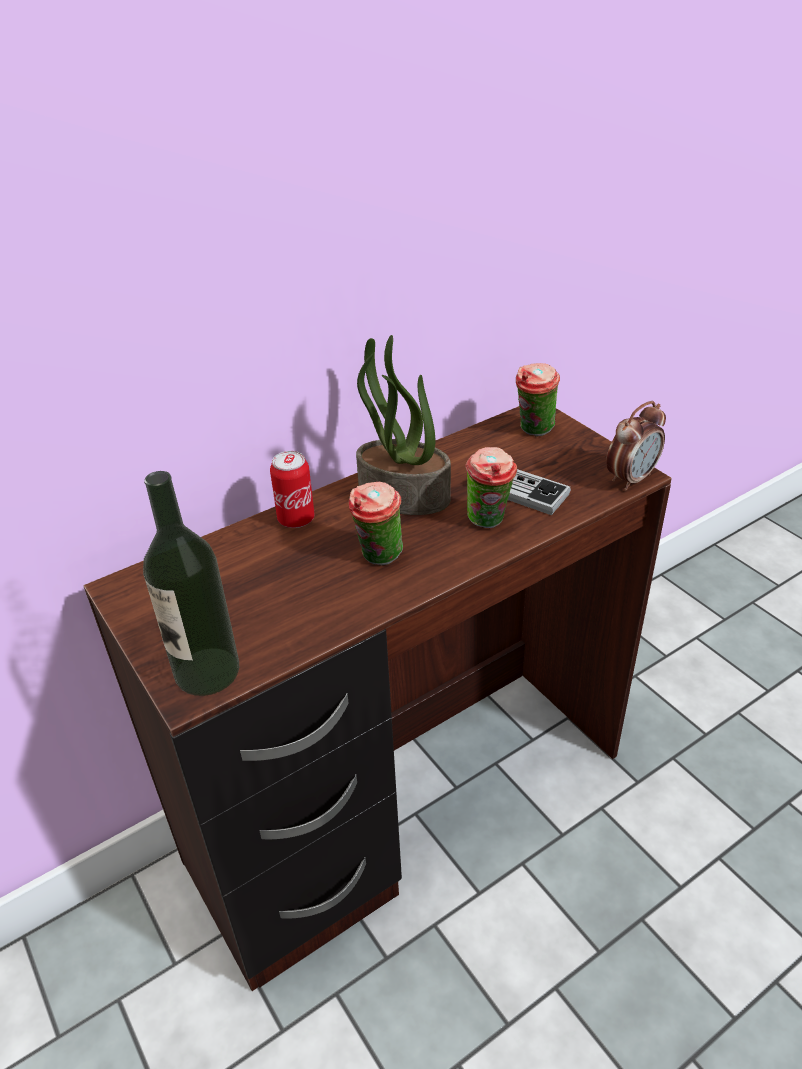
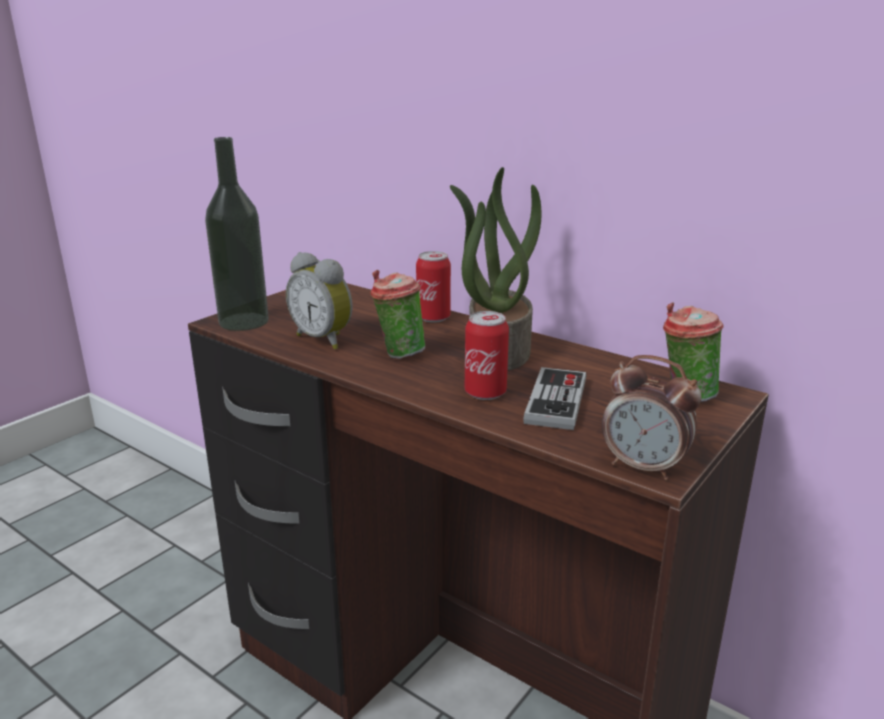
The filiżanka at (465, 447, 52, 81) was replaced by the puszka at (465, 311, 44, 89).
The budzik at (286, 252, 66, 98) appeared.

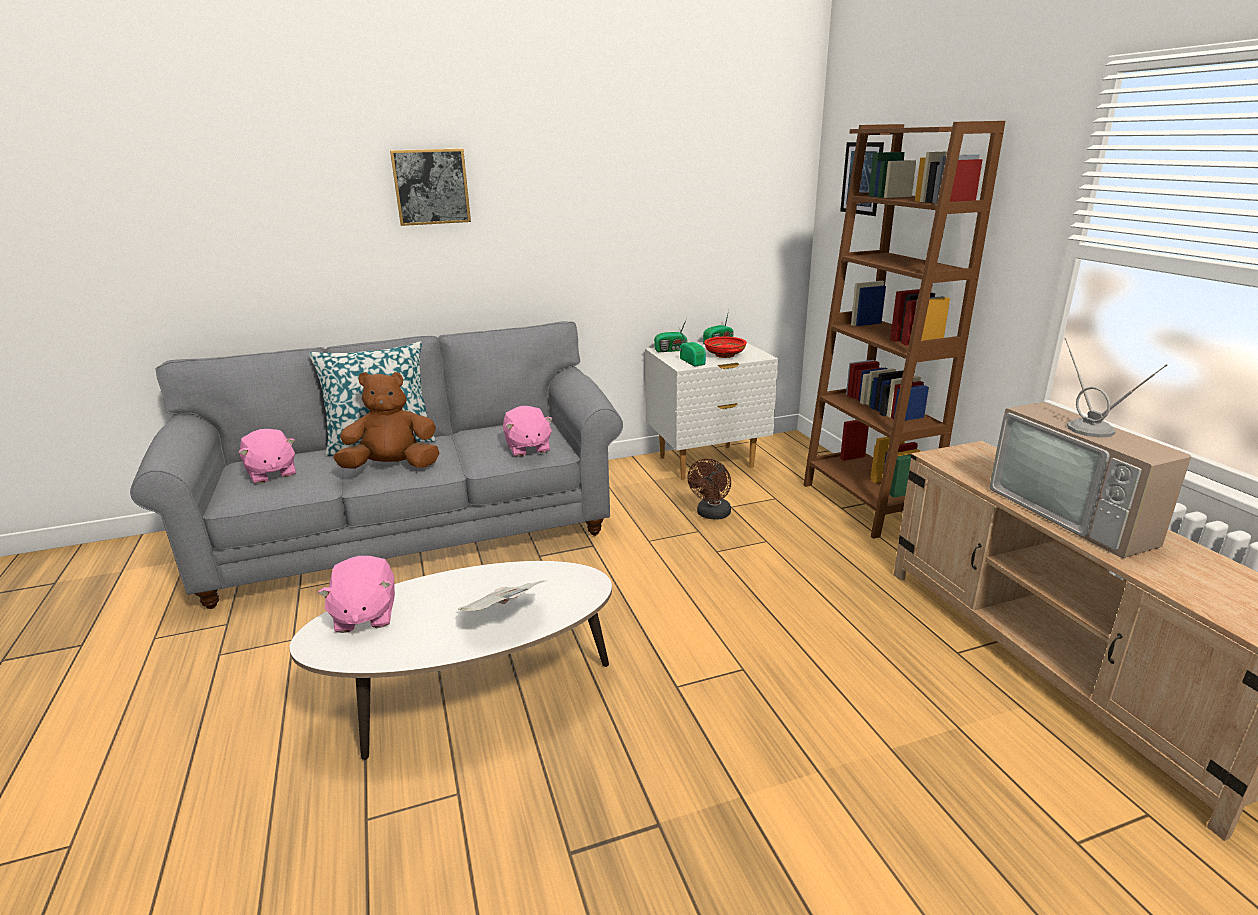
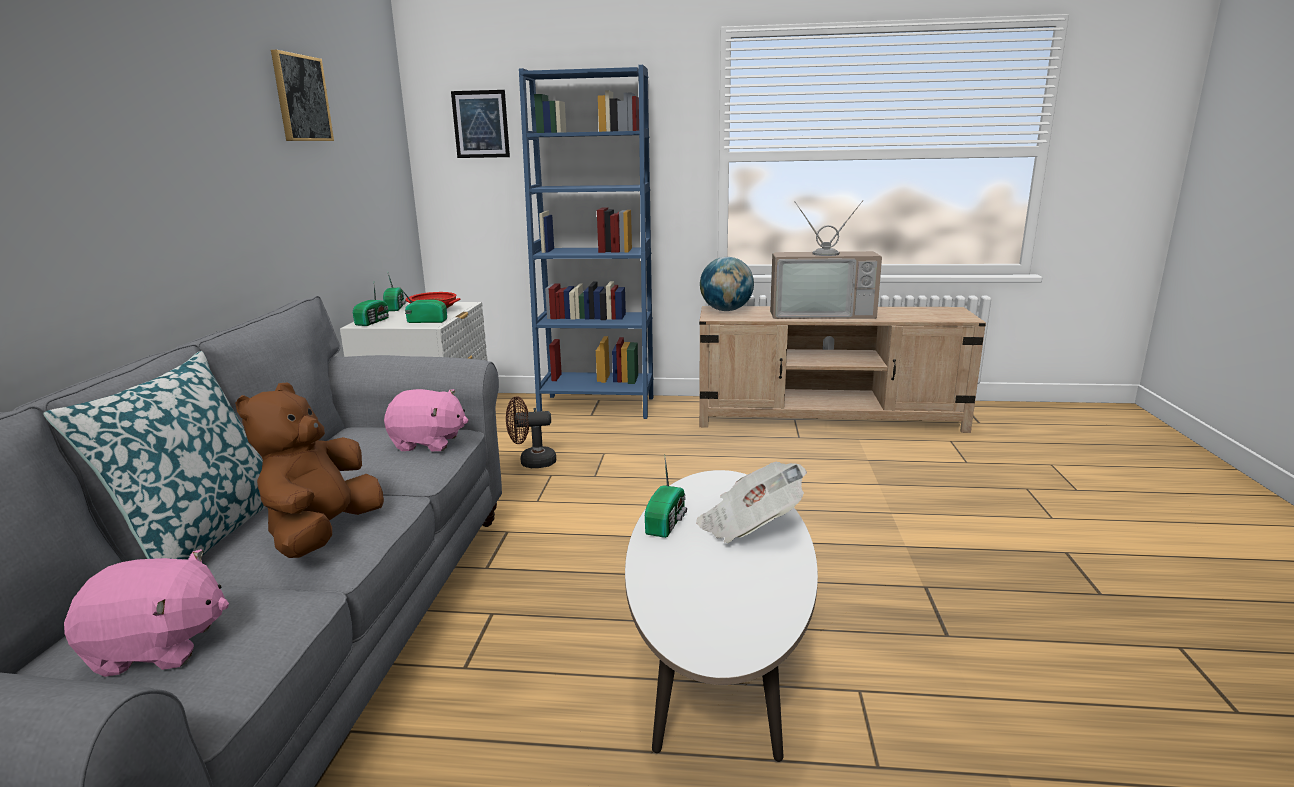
The pluszak (różowy) at (317, 556, 78, 77) disappeared.
The obraz moved from (390, 148, 81, 78) to (271, 50, 63, 91).
The wentylator (brązowy) at (687, 459, 44, 61) turned 120 degrees clockwise.
The regał (brązowy) at (803, 121, 202, 418) became the regał (niebieski) at (519, 65, 135, 354).
The radio at (645, 457, 42, 81) appeared.
The globus at (700, 257, 54, 54) appeared.

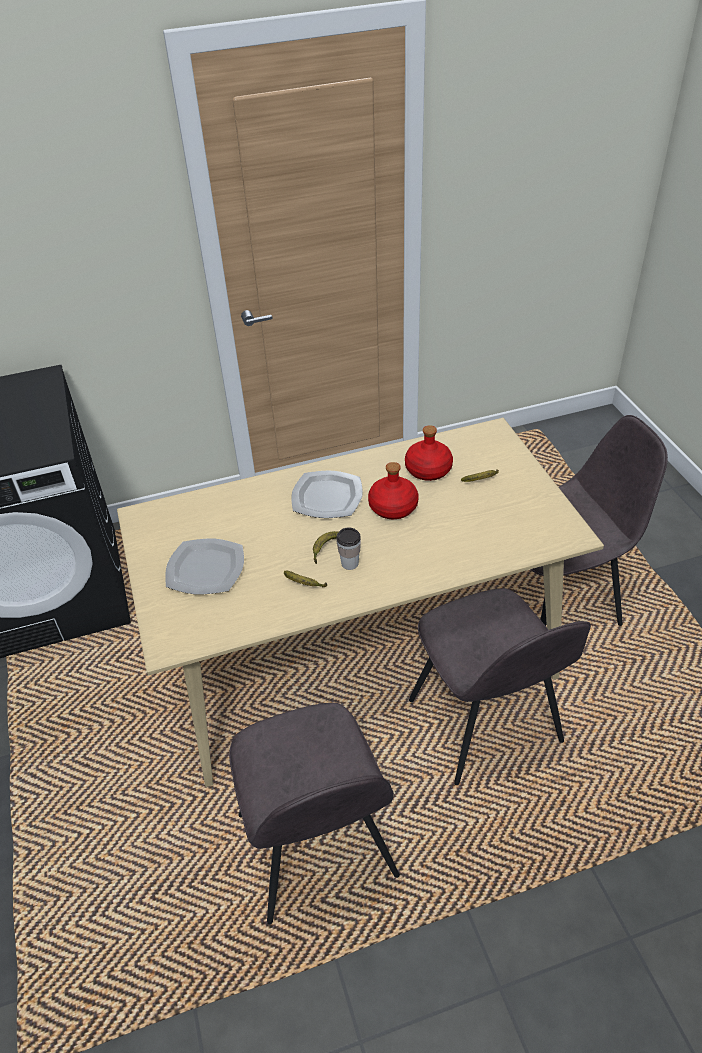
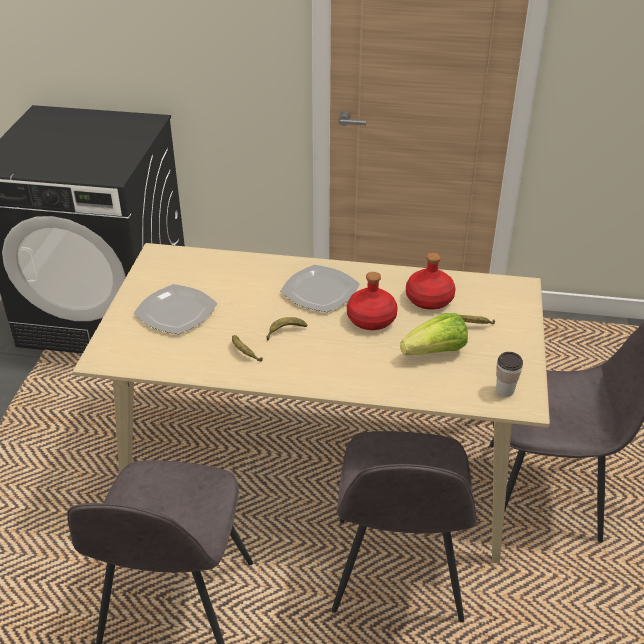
The filiżanka moved from (337, 527, 24, 43) to (496, 352, 27, 45).
The sałata at (400, 313, 68, 42) appeared.

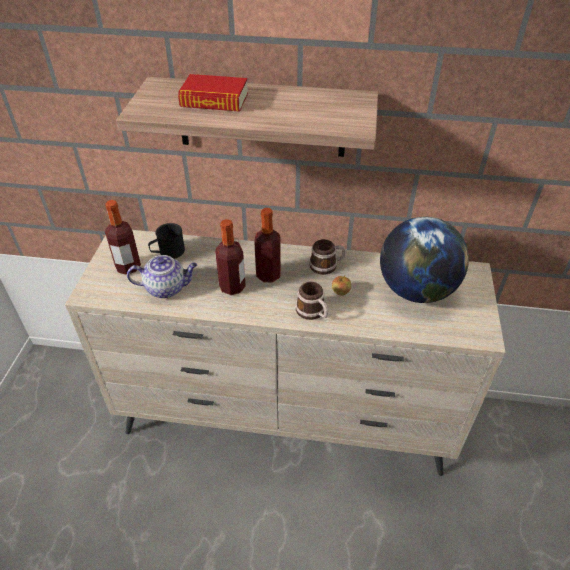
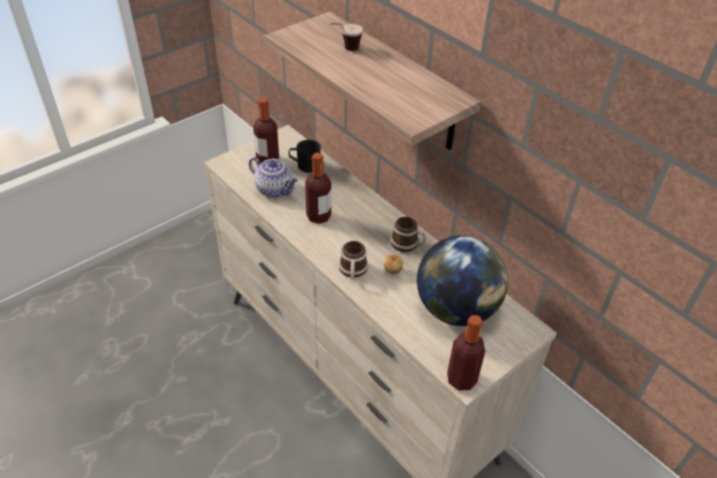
The książka at (178, 74, 70, 38) was replaced by the filiżanka at (330, 23, 33, 28).
The butelka moved from (255, 208, 26, 74) to (447, 315, 38, 75).

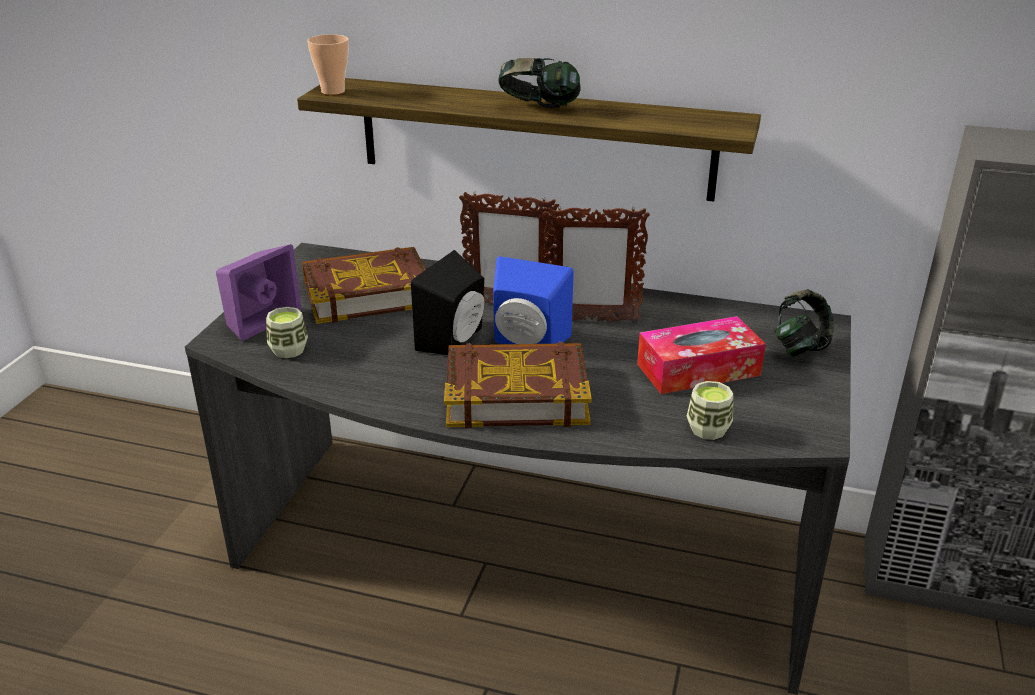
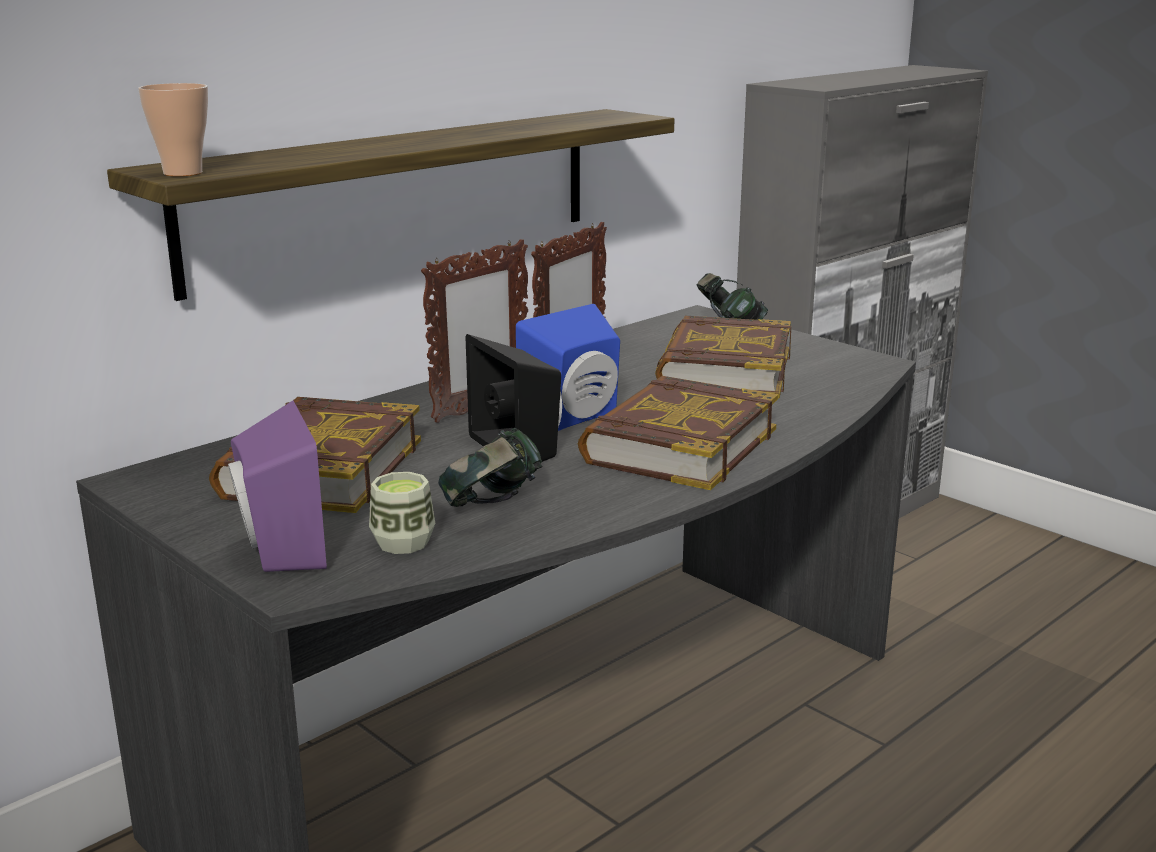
The słuchawki moved from (498, 58, 83, 50) to (438, 428, 105, 79).
The pudełko chusteczek at (637, 316, 129, 78) was replaced by the książka at (655, 316, 136, 82).
The filiżanka at (687, 381, 46, 59) disappeared.

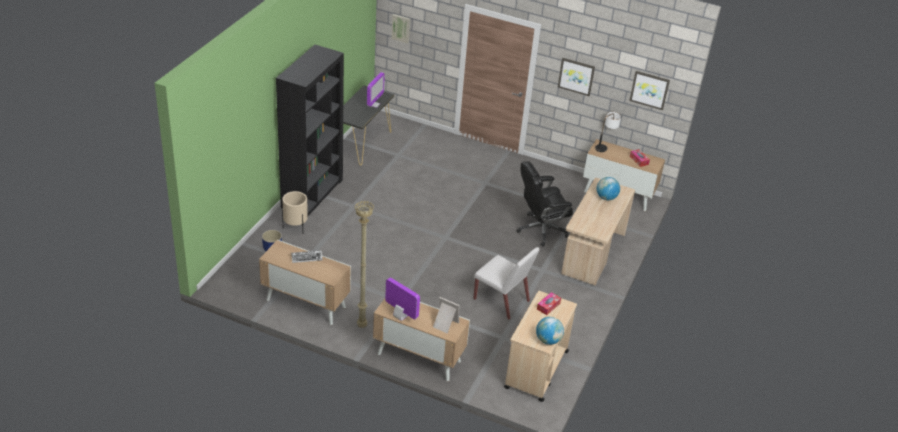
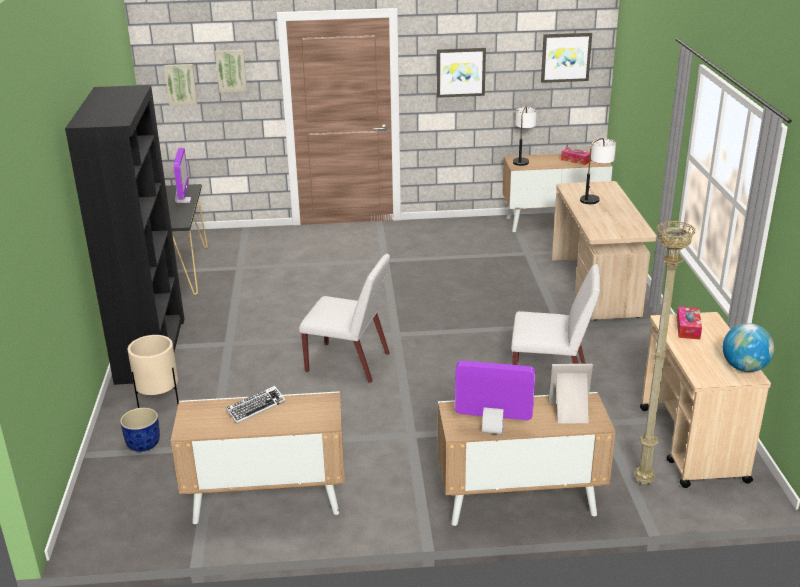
The lampa stojąca (beżowy) moved from (355, 201, 19, 127) to (635, 220, 61, 265).
The krzesło biurowe (czarny) at (516, 161, 57, 86) disappeared.
The globus at (597, 177, 23, 23) was replaced by the lampa stołowa at (580, 138, 36, 66).
The obraz at (215, 50, 32, 42) appeared.
The krzesło (biały) at (299, 254, 91, 129) appeared.

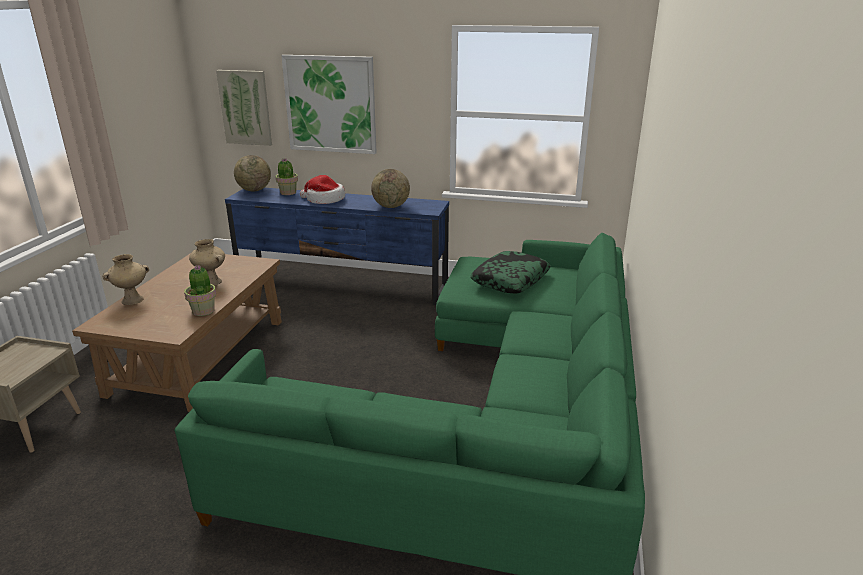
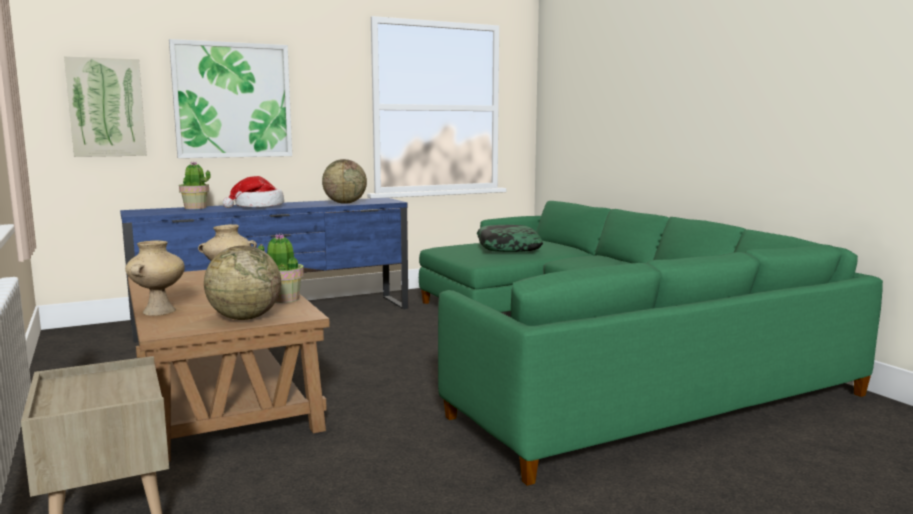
The globus moved from (234, 155, 37, 36) to (204, 246, 77, 74).

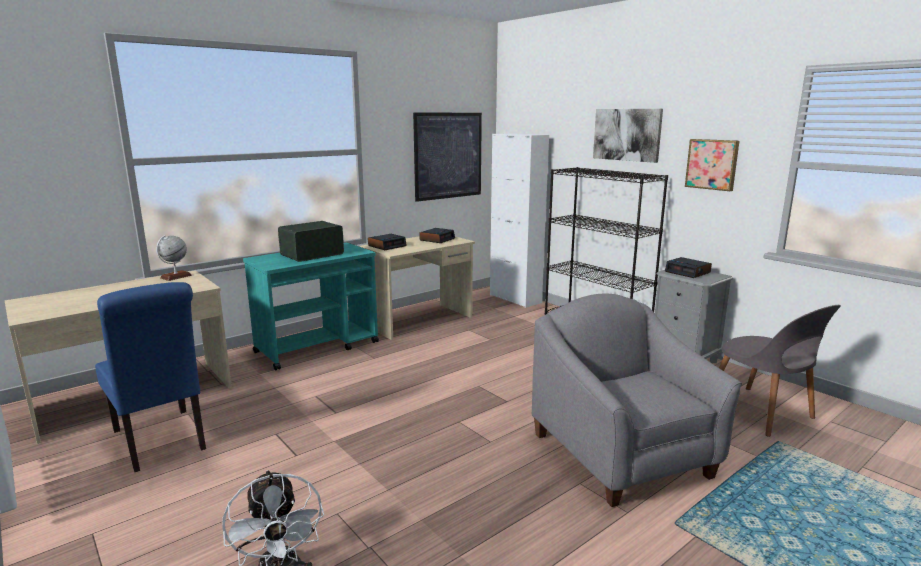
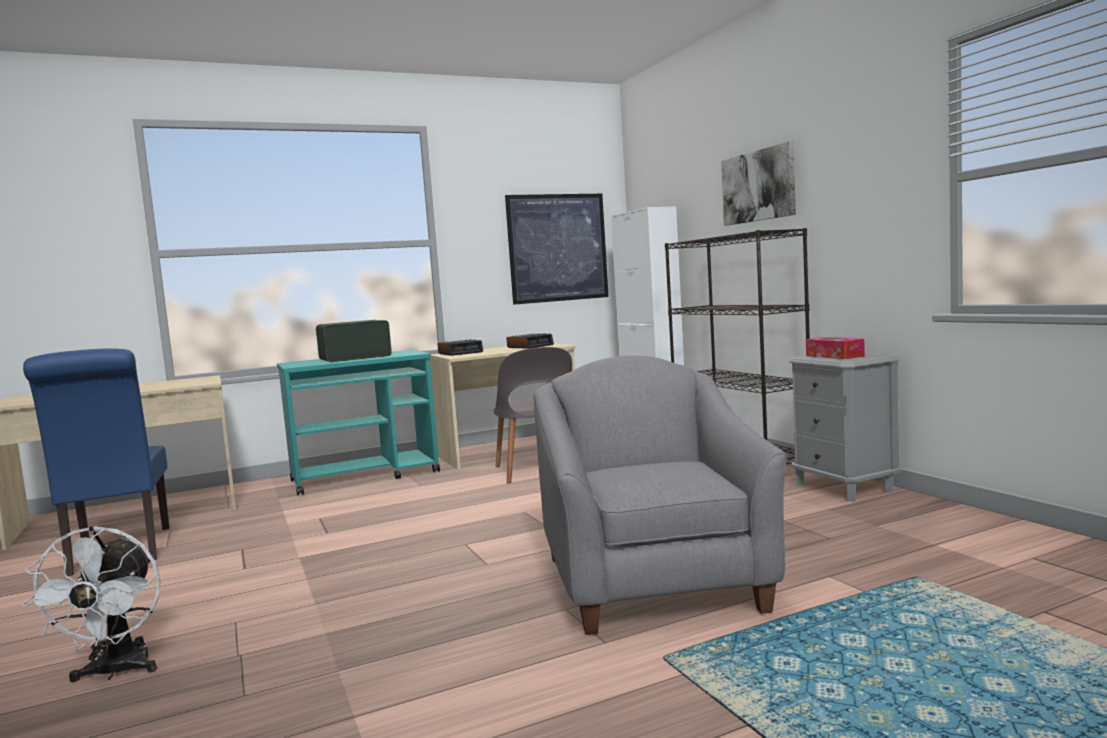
The globus at (156, 235, 36, 46) disappeared.
The budzik at (665, 257, 47, 21) was replaced by the pudełko chusteczek at (806, 337, 59, 22).
The obraz at (685, 139, 54, 52) disappeared.
The krzesło (szary) moved from (719, 305, 122, 132) to (494, 347, 78, 136).

